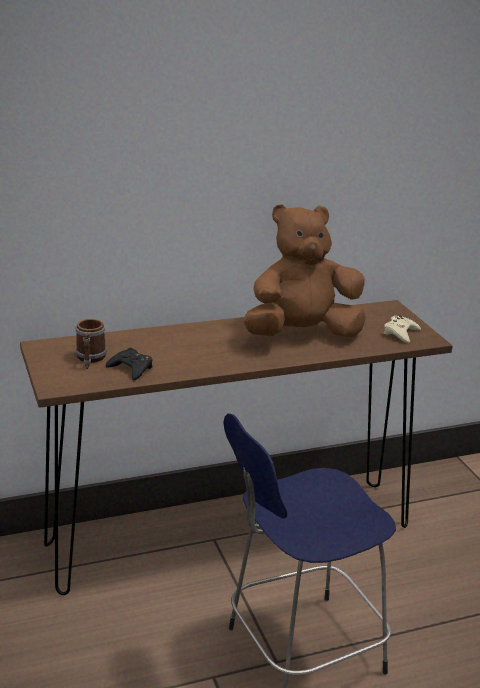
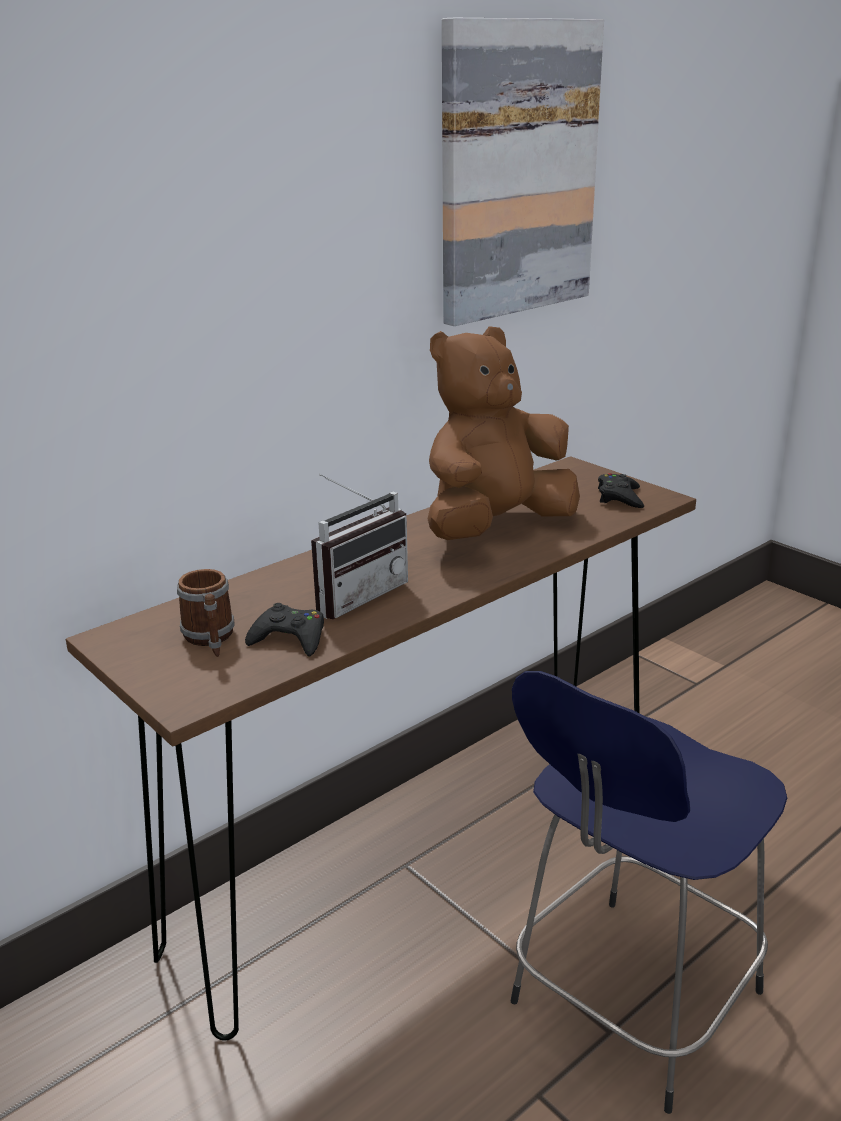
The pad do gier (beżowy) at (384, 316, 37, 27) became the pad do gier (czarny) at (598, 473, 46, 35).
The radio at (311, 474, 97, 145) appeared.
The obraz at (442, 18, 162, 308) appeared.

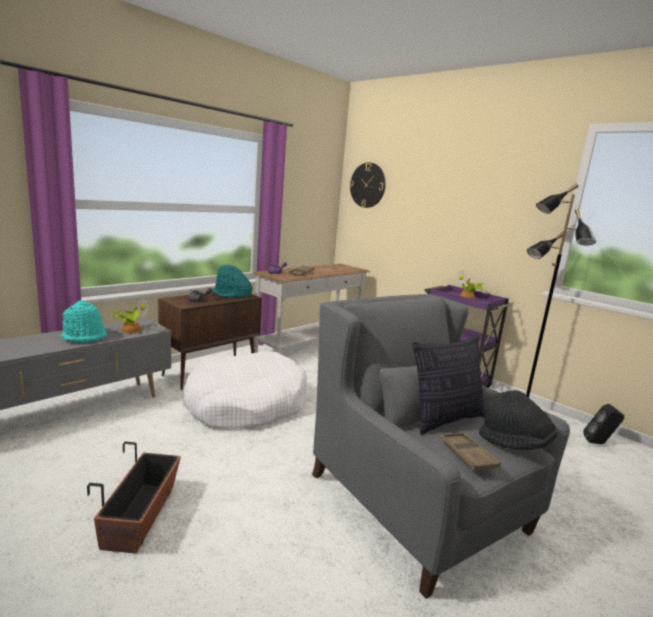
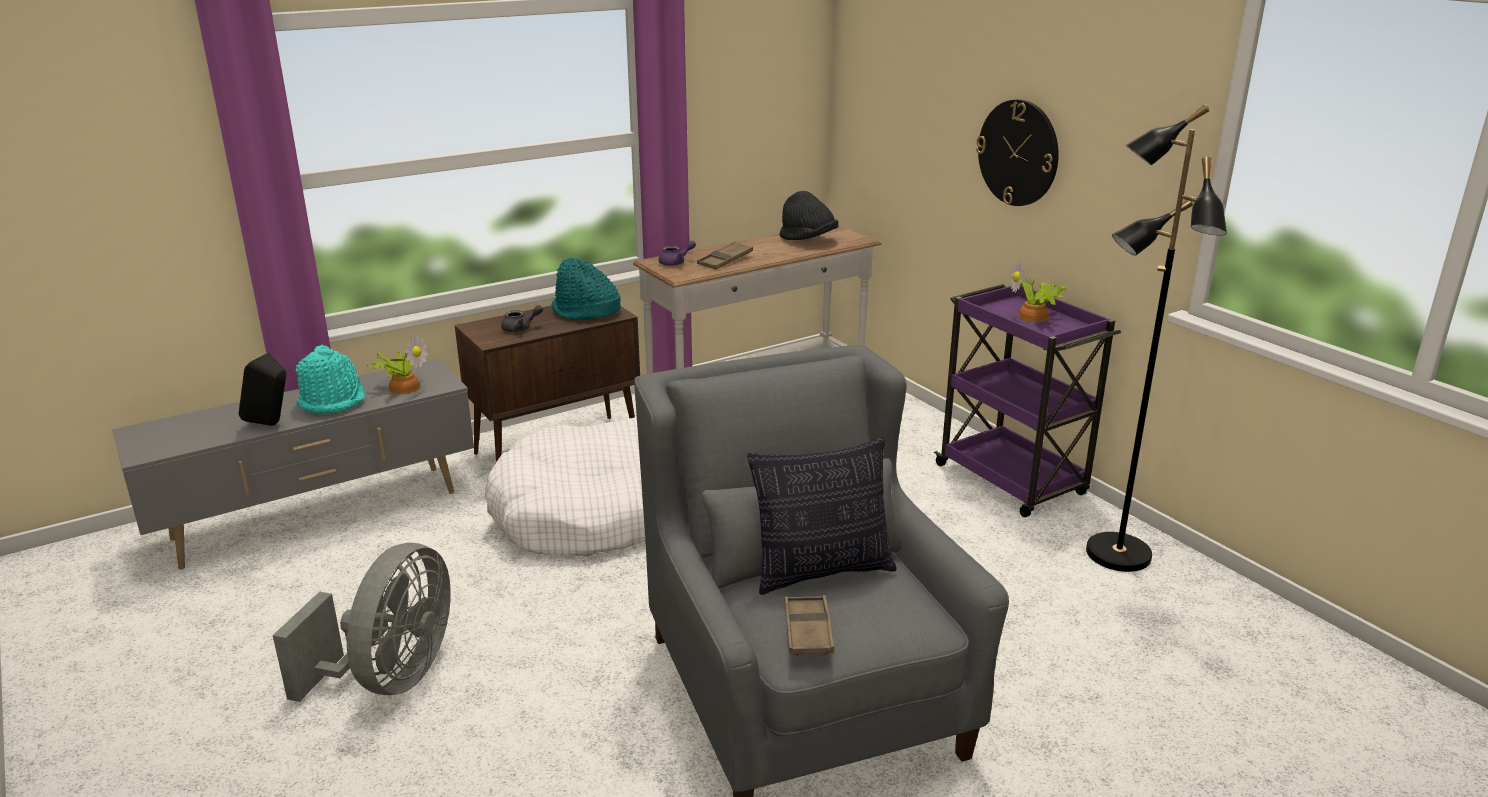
The donica at (87, 442, 94, 111) was replaced by the wentylator (szary) at (273, 543, 178, 159).
The zegar ścienny moved from (350, 162, 36, 46) to (976, 99, 83, 107).
The kapelusz (czarny) moved from (479, 390, 78, 60) to (780, 191, 59, 49).
The głośnik (czarny) moved from (584, 404, 41, 40) to (239, 353, 47, 73).

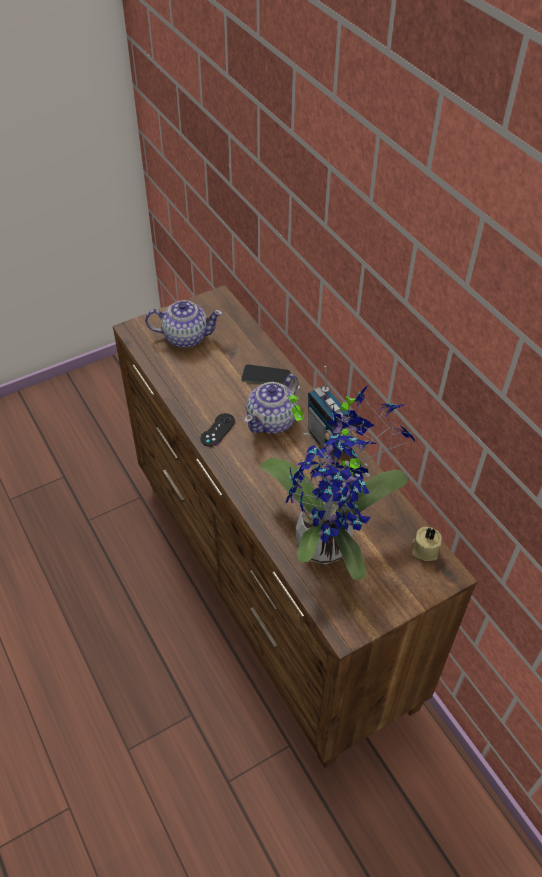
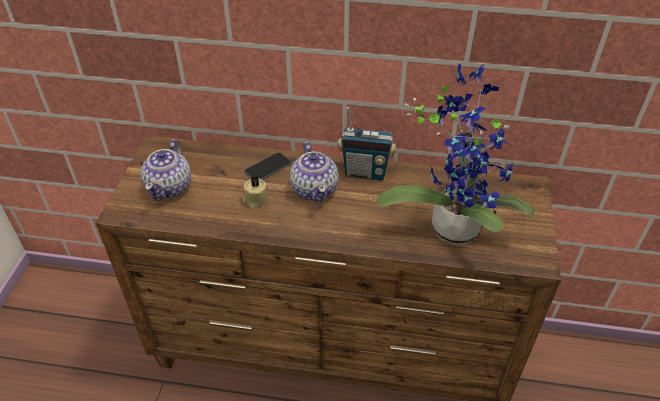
The imbryk at (145, 300, 78, 48) turned 150 degrees clockwise.
The pad do gier (czarny) at (200, 413, 35, 34) disappeared.
The świeca (beżowy) moved from (412, 527, 30, 34) to (243, 175, 26, 33).

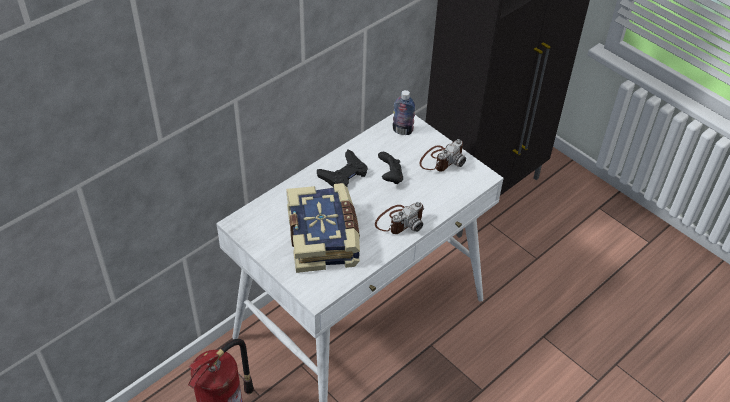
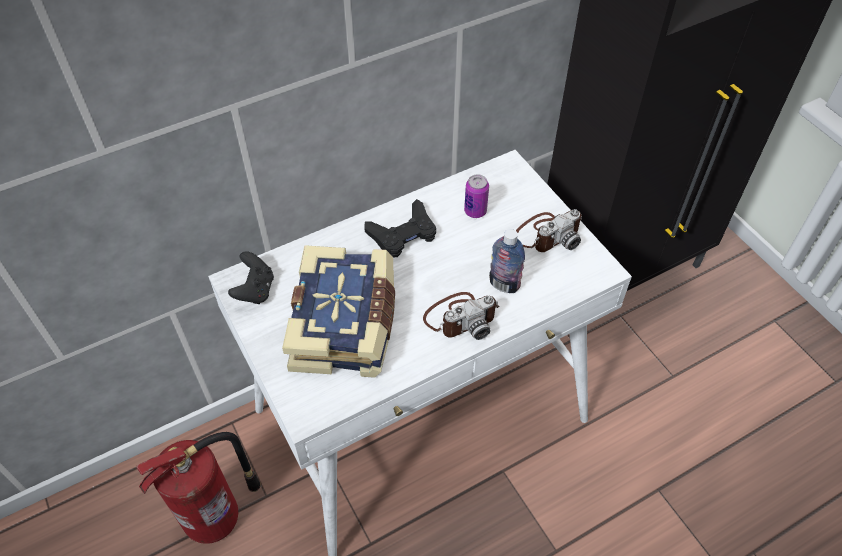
The pad do gier (czarny) moved from (378, 152, 25, 32) to (228, 251, 46, 53).
The butelka moved from (392, 90, 23, 45) to (489, 229, 36, 64).
The puszka at (464, 174, 25, 44) appeared.

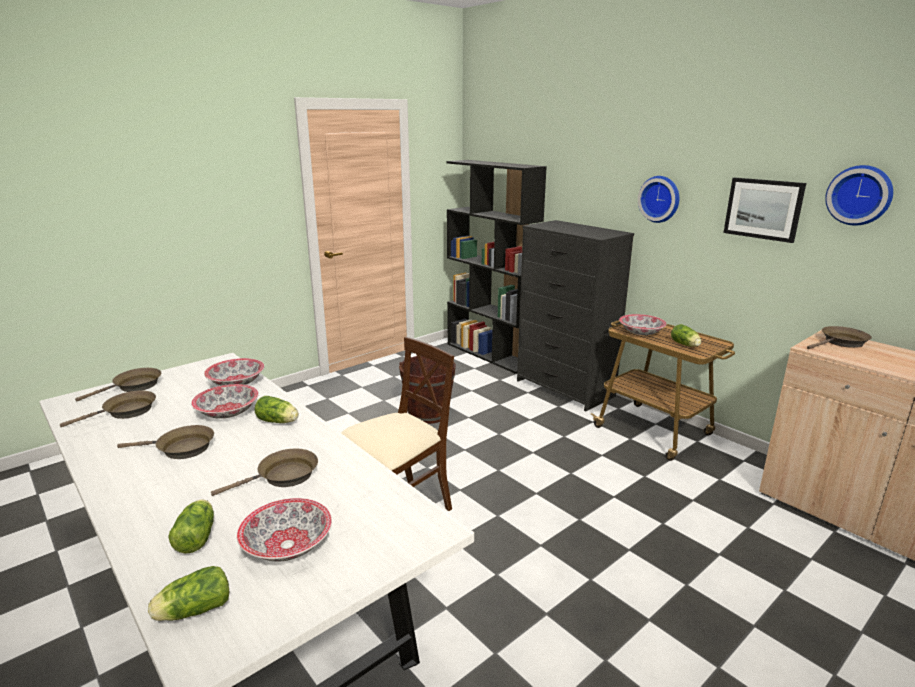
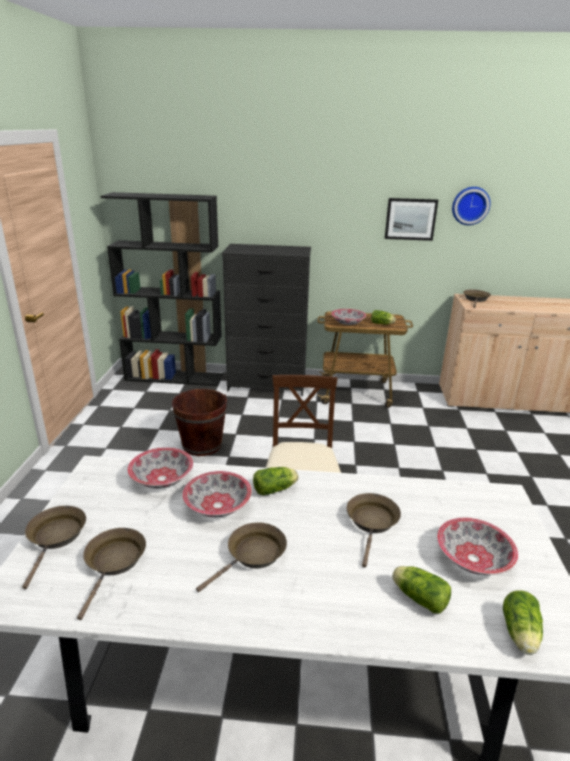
The zegar ścienny at (638, 176, 41, 47) disappeared.

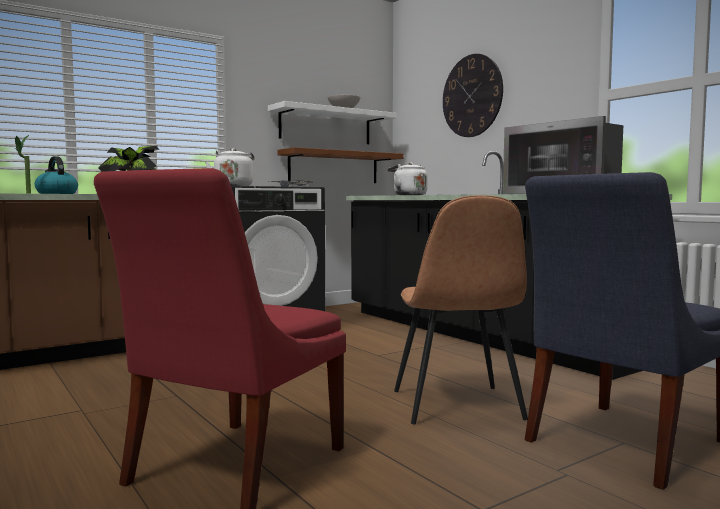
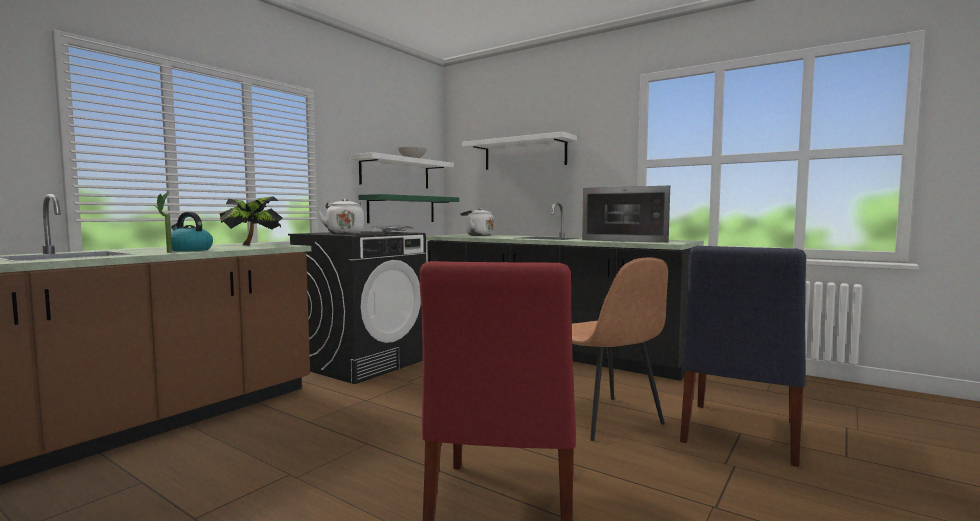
The półka (brązowy) at (277, 147, 126, 36) became the półka (zielony) at (358, 194, 101, 29).
The zegar ścienny at (443, 54, 60, 83) was replaced by the półka (biały) at (462, 132, 115, 38).

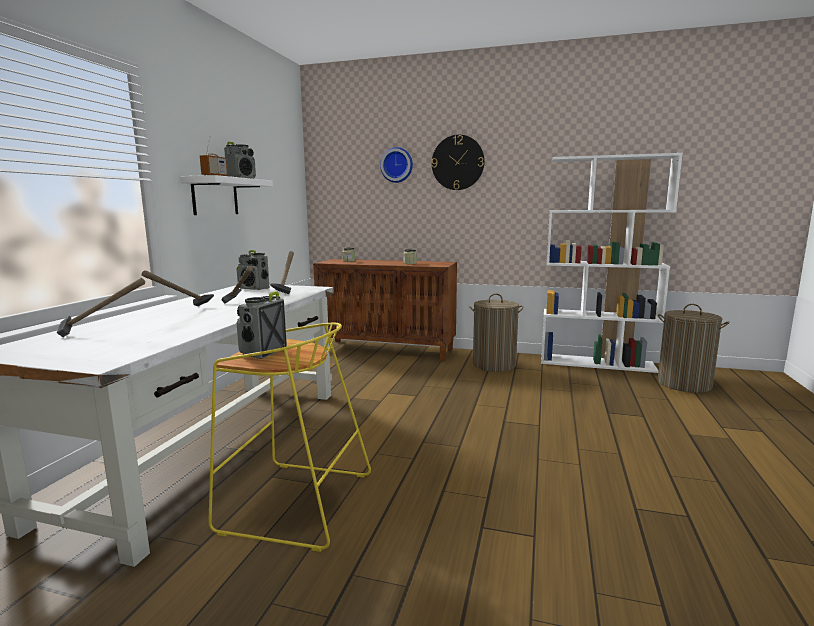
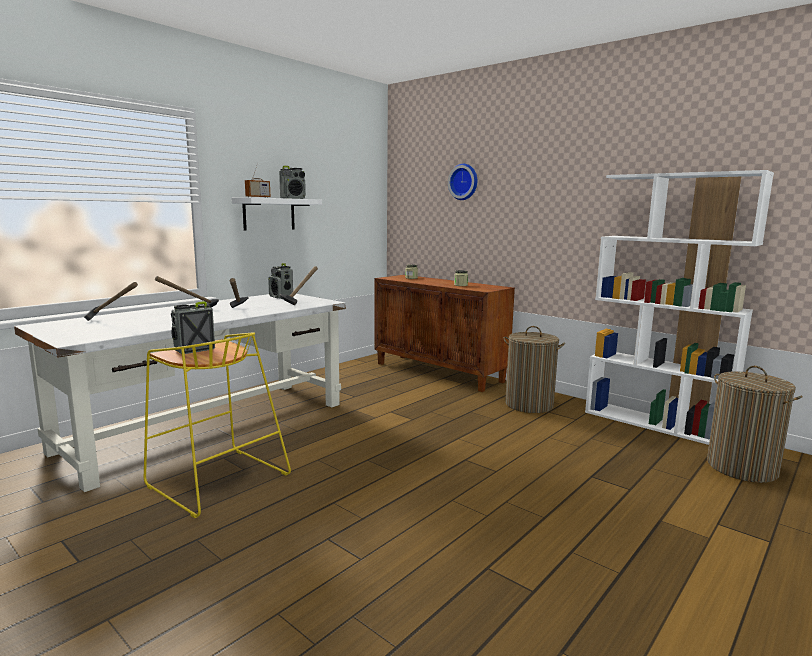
The zegar ścienny at (432, 135, 53, 55) disappeared.

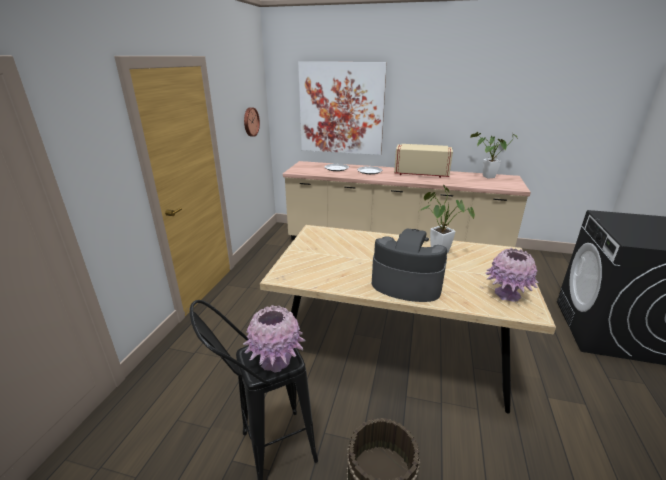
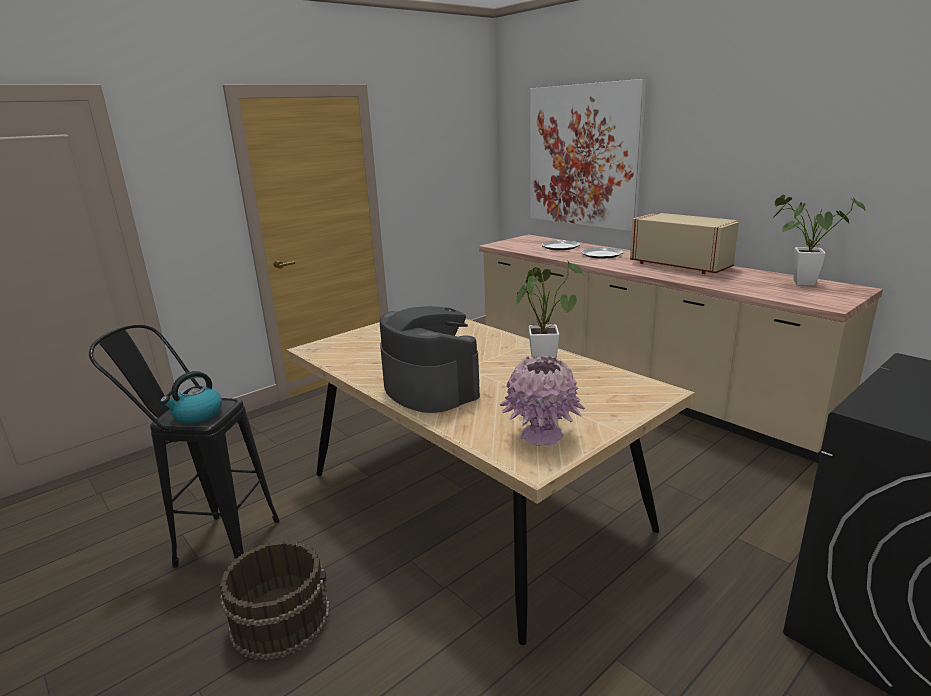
The wazon (różowy) at (243, 305, 63, 68) was replaced by the czajnik at (160, 371, 62, 53).
The zegar ścienny at (244, 107, 16, 30) disappeared.

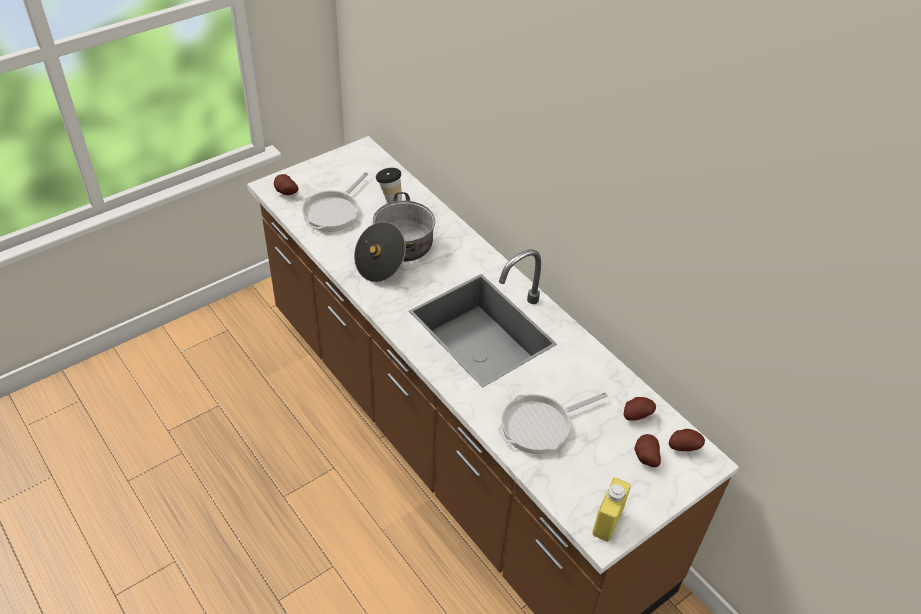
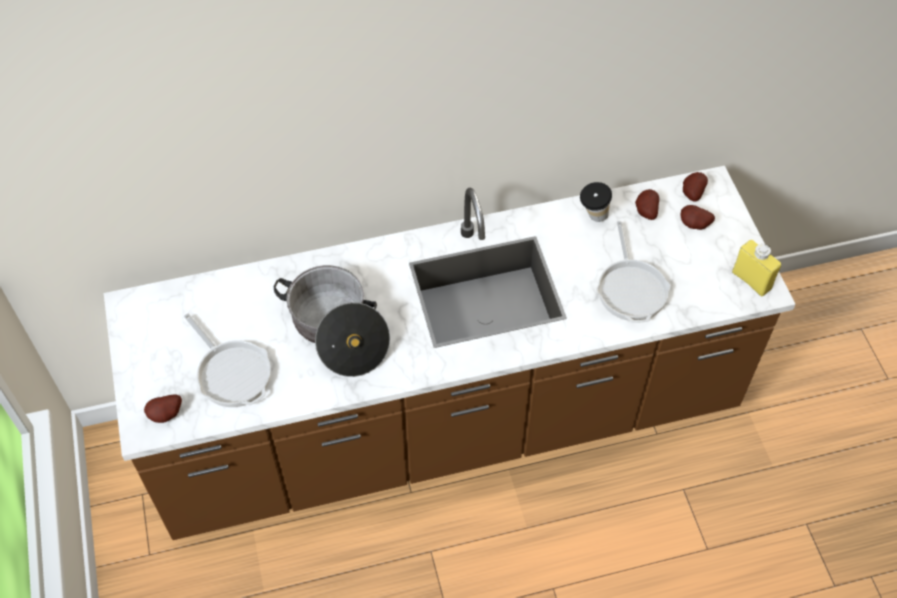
The filiżanka moved from (376, 168, 26, 35) to (580, 182, 32, 40).

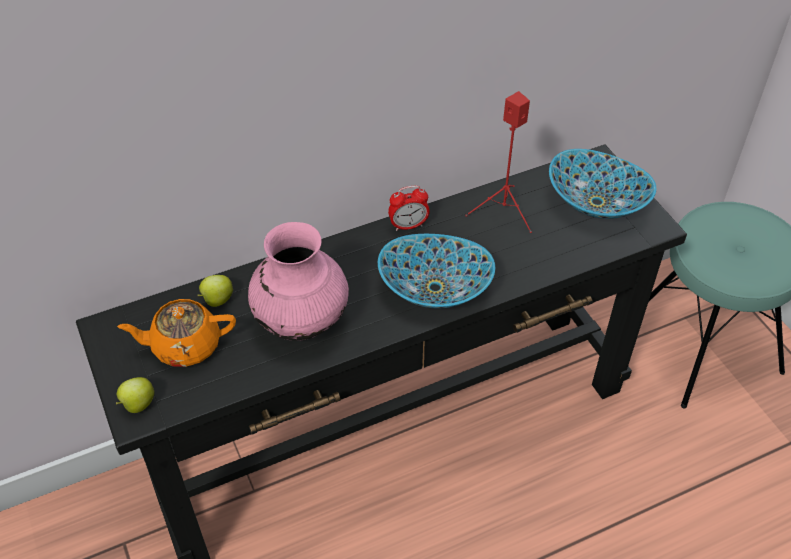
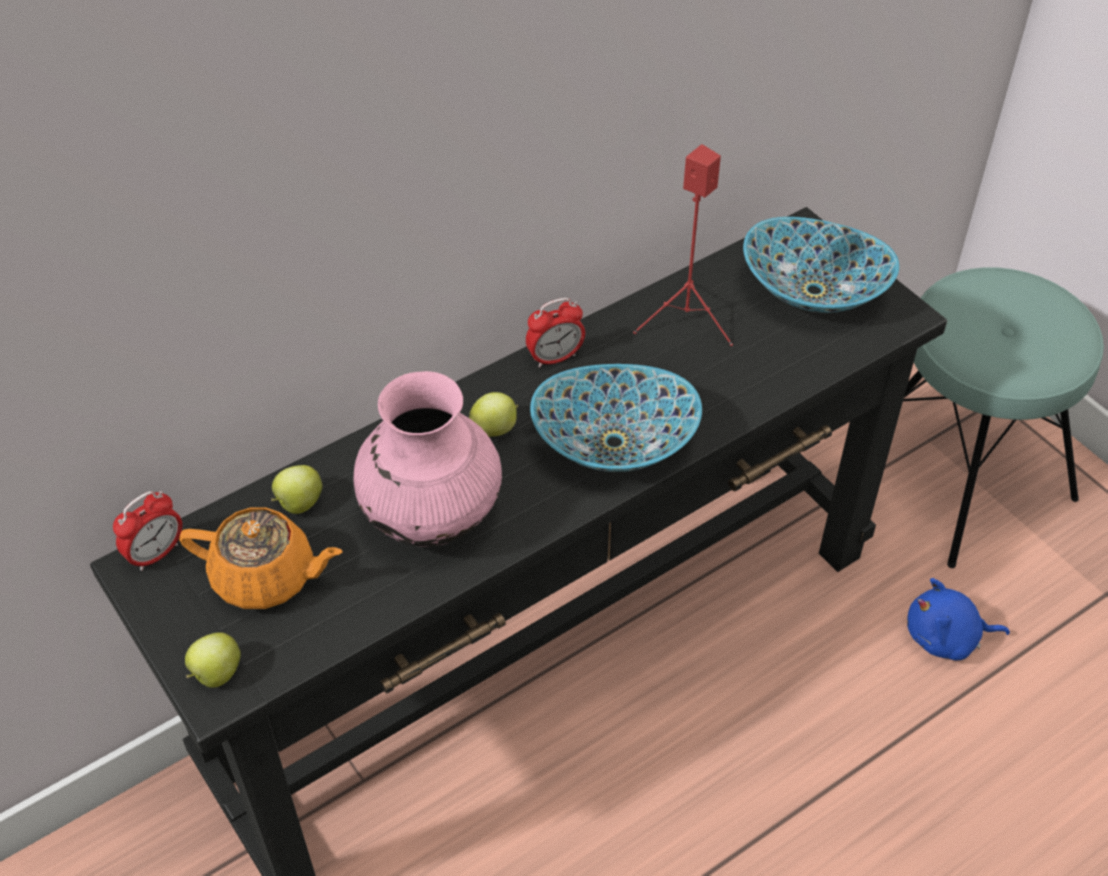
The imbryk (pomarańczowy) at (117, 299, 119, 68) turned 150 degrees counterclockwise.
The budzik at (113, 491, 69, 80) appeared.
The jabłko at (469, 392, 49, 45) appeared.
The pluszak (niebieski) at (907, 578, 103, 82) appeared.

